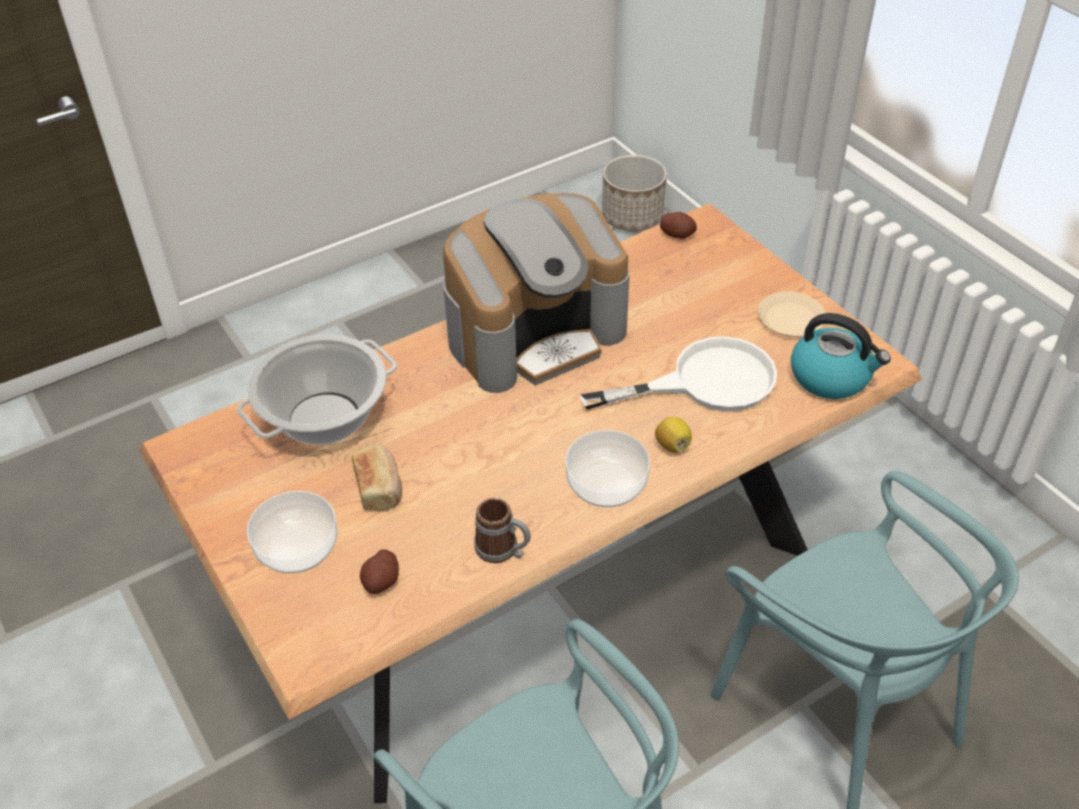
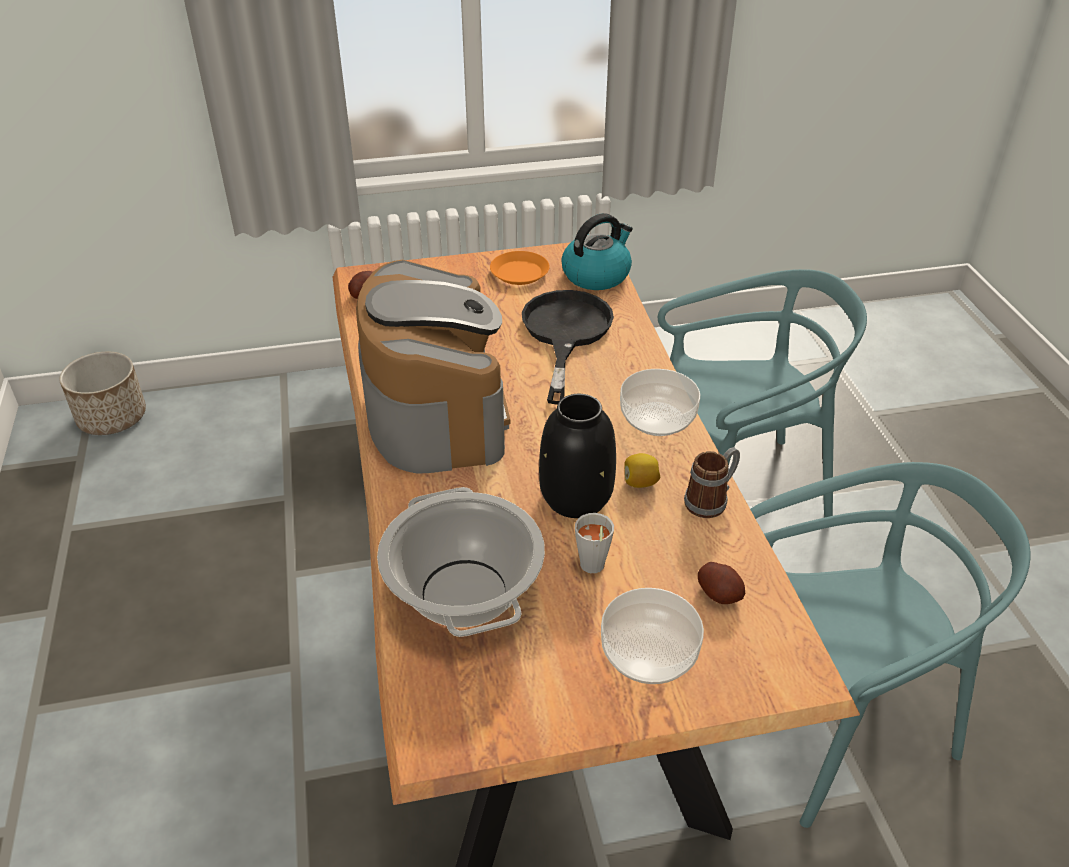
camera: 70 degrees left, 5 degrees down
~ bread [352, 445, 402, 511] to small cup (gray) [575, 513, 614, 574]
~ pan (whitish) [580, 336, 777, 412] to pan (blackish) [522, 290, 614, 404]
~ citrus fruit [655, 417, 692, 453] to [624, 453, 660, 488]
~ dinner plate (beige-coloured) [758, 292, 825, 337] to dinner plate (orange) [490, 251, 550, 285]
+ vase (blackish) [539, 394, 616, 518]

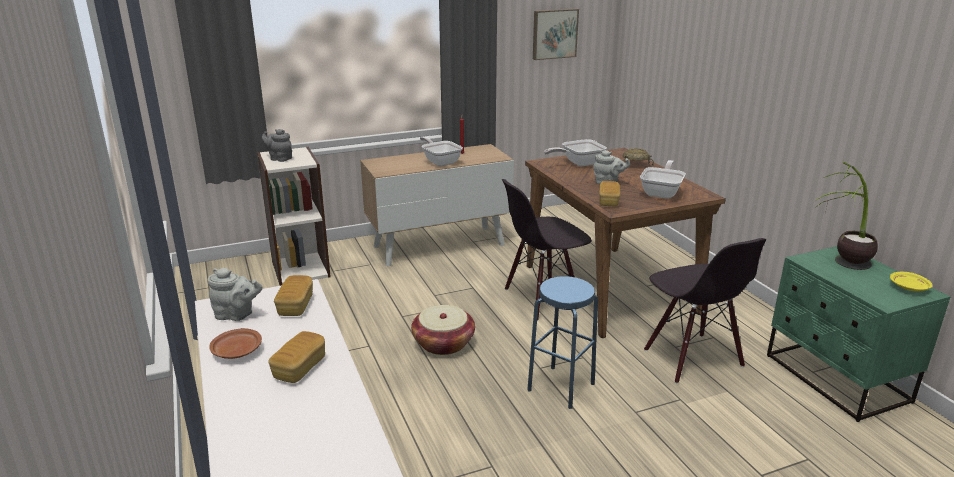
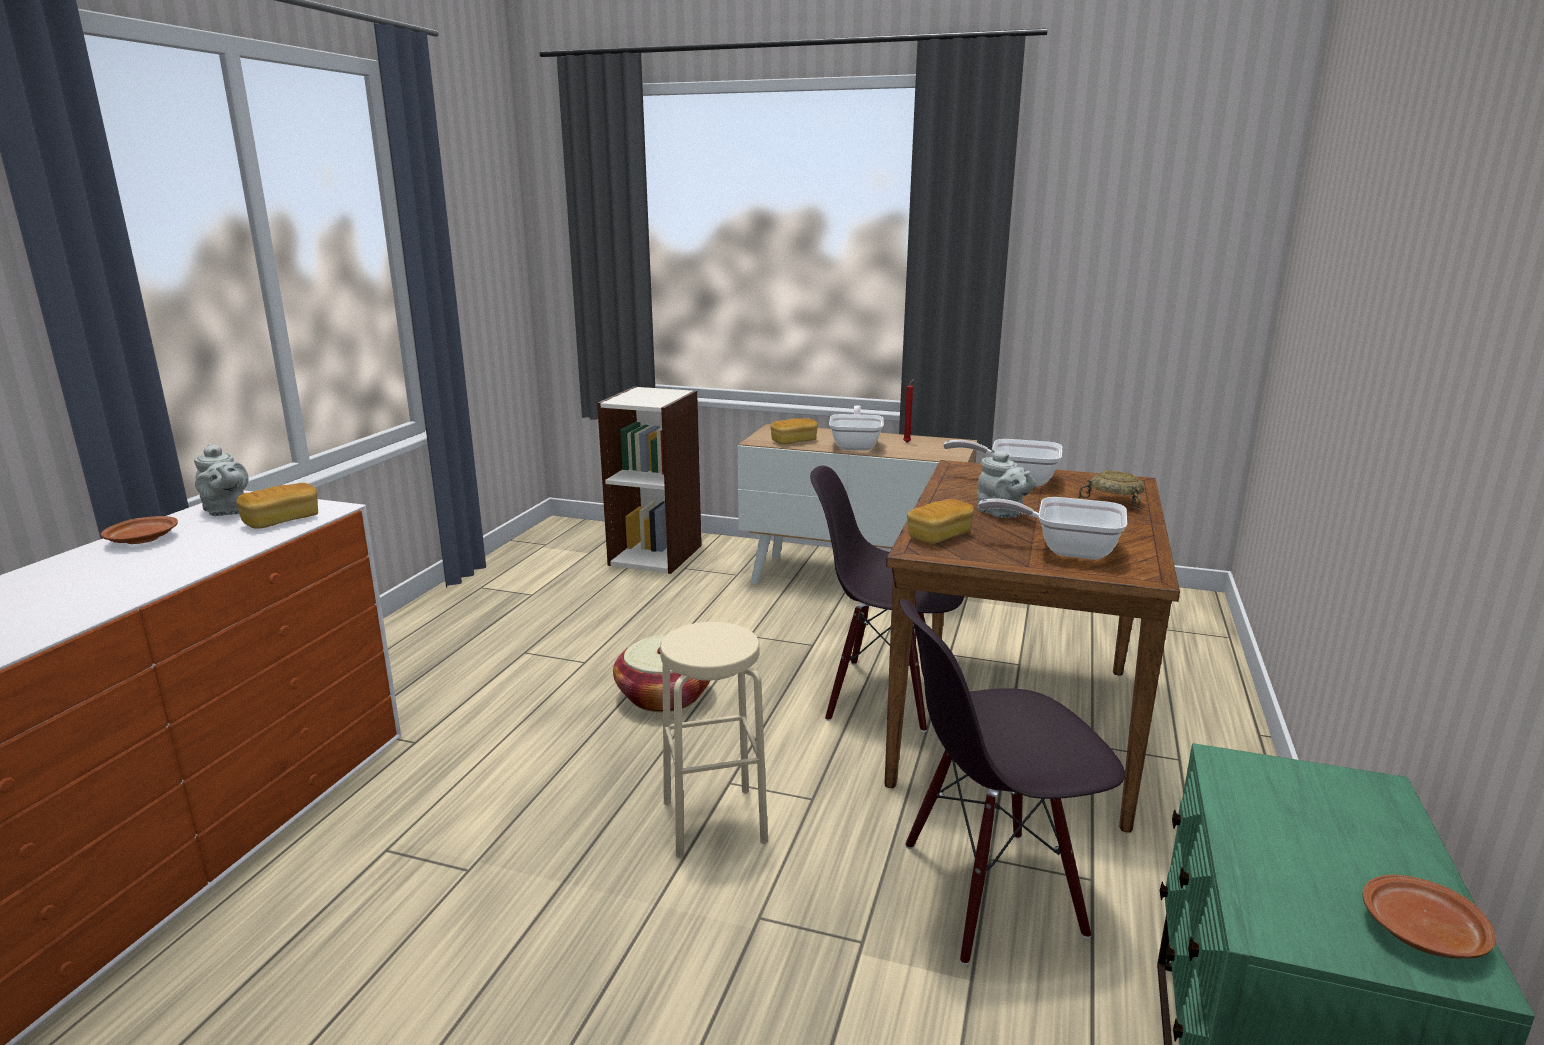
camera: 40 degrees right, 5 degrees down
- teapot (gray) [262, 129, 292, 162]
~ bread [268, 331, 325, 383] to [770, 418, 818, 444]
~ stool (blue) [527, 276, 598, 409] to stool (beige-coloured) [660, 622, 768, 859]
- picture [533, 9, 579, 60]
~ pan [640, 160, 686, 199] = [978, 497, 1127, 560] 135 degrees counterclockwise
~ plain chair (blackish) [644, 238, 766, 383] = [899, 599, 1125, 965] 60 degrees clockwise
- plant in a pot [815, 162, 878, 270]
~ dinner plate (yellowish) [890, 272, 933, 291] to dinner plate (brownish) [1362, 875, 1496, 959]

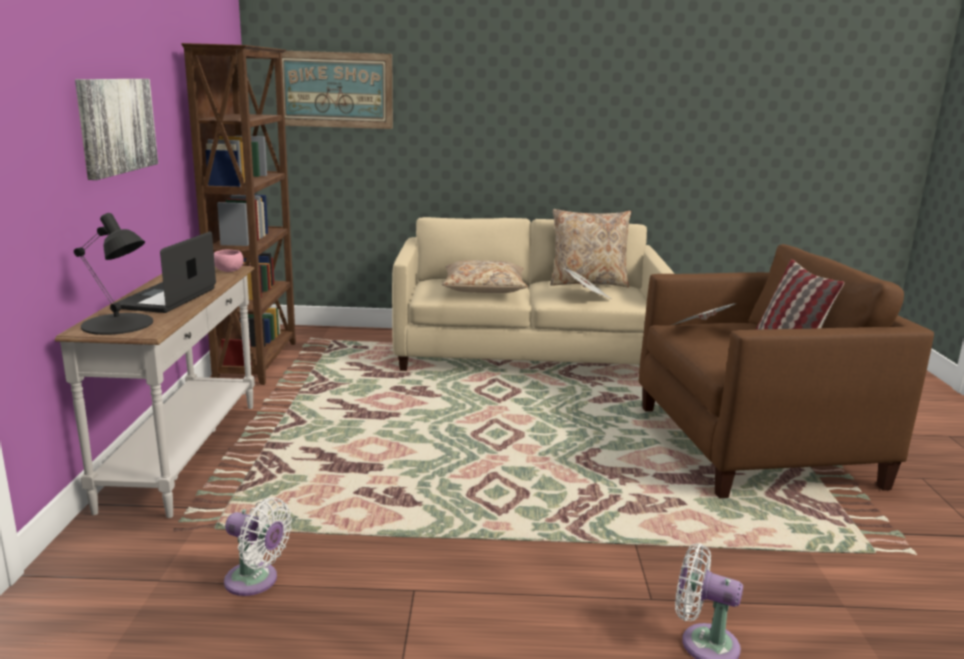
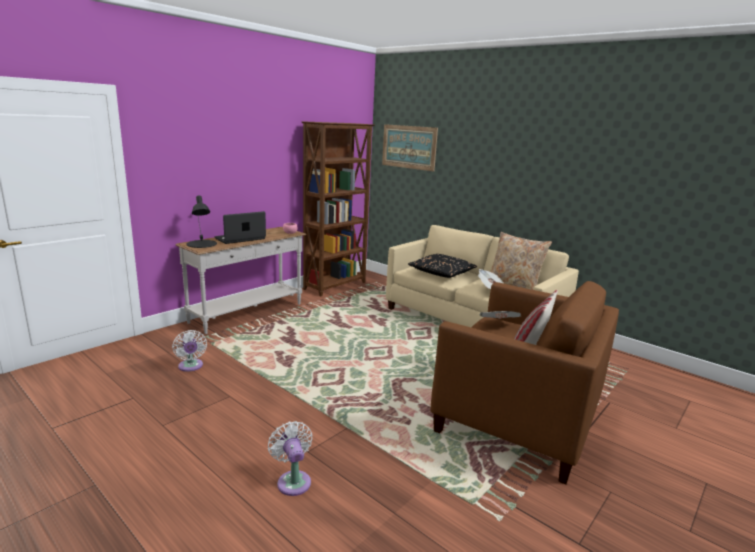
camera: 40 degrees right, 0 degrees up
- picture [75, 79, 158, 180]
~ pillow (beige-coloured) [442, 260, 528, 293] to pillow (blackish) [408, 254, 477, 278]

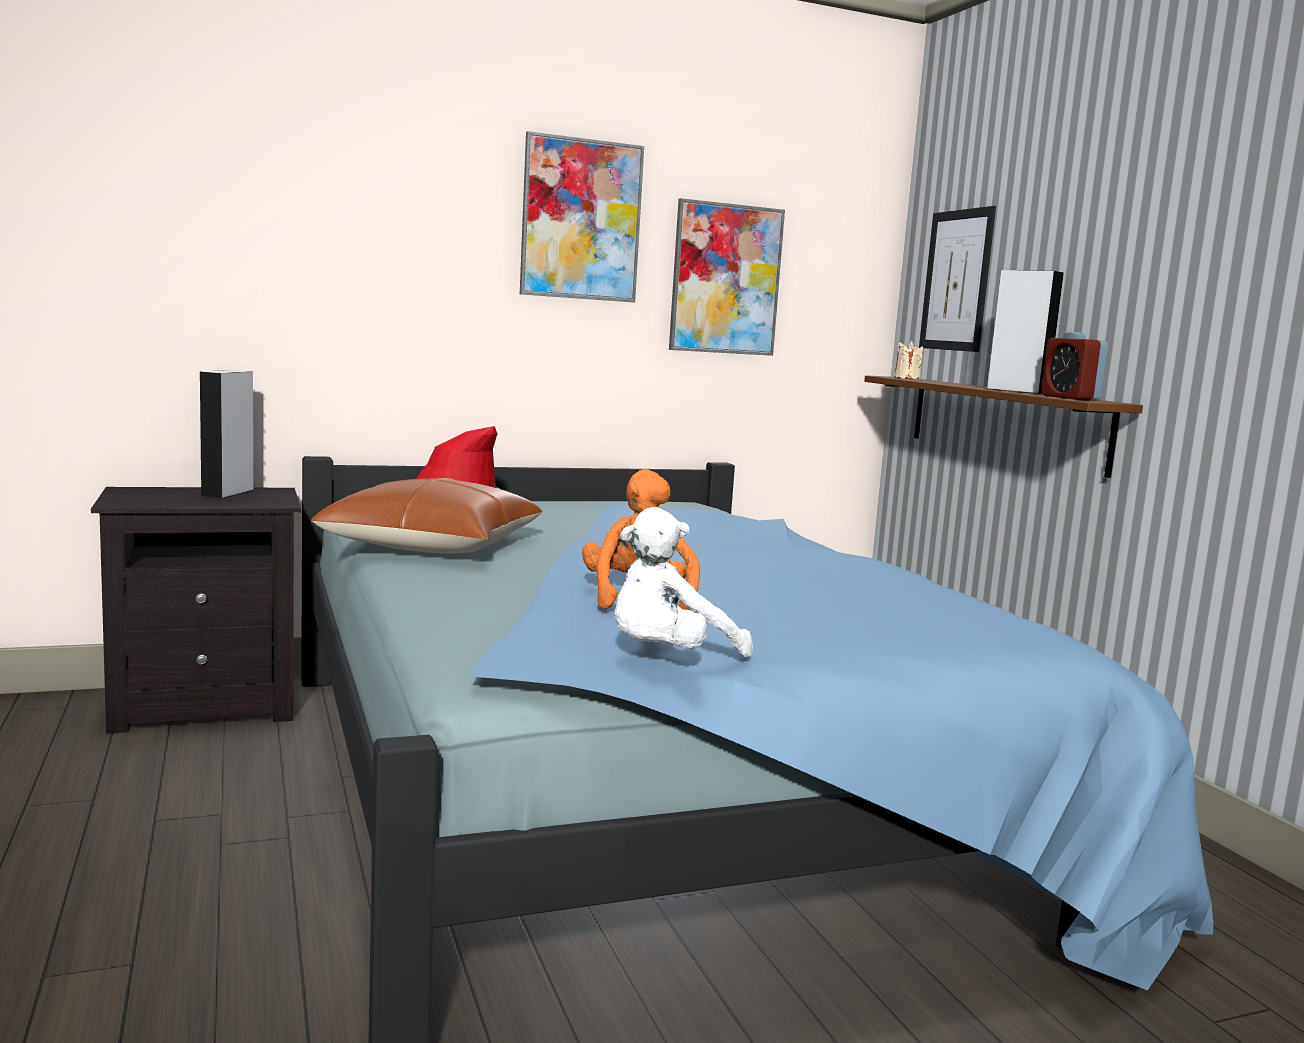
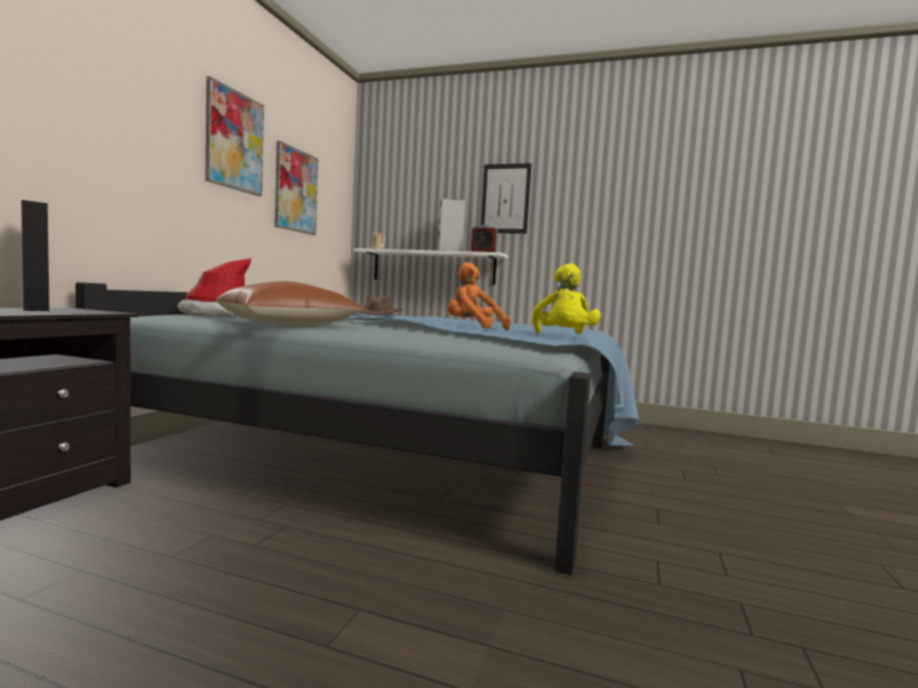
camera: 50 degrees left, 5 degrees down
~ soft toy (whitish) [615, 507, 753, 657] to soft toy (yellowish) [532, 263, 601, 334]
~ shelf (brownish) [864, 375, 1143, 478] to shelf (whitish) [354, 248, 508, 285]
~ picture [919, 206, 996, 352] to [481, 163, 532, 234]
+ clothing hat (brownish) [361, 295, 403, 315]

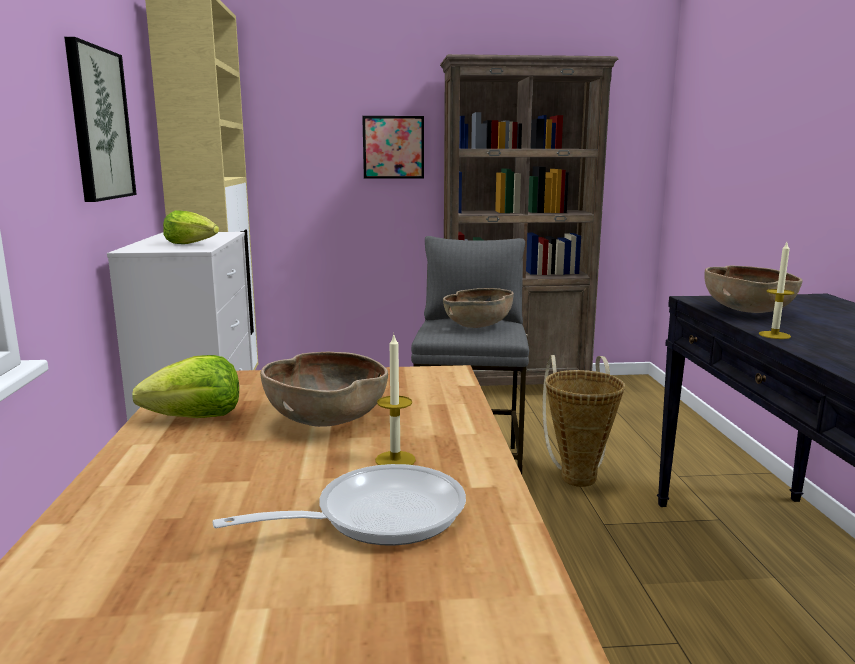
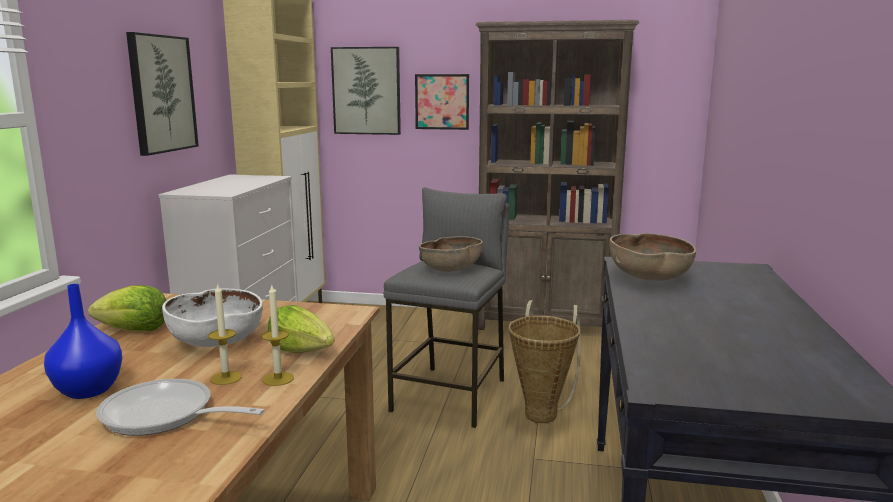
camera: 15 degrees right, 0 degrees up
~ lettuce head [163, 210, 219, 244] to [268, 305, 334, 353]
~ pan [212, 464, 466, 546] = [96, 379, 264, 436] 150 degrees counterclockwise
~ deep dish (brownish) [260, 352, 388, 427] to deep dish (whitish) [162, 289, 263, 347]
~ wax light [759, 242, 794, 339] to [262, 285, 294, 386]
+ vase (blue) [44, 284, 122, 399]
+ picture [331, 47, 401, 135]

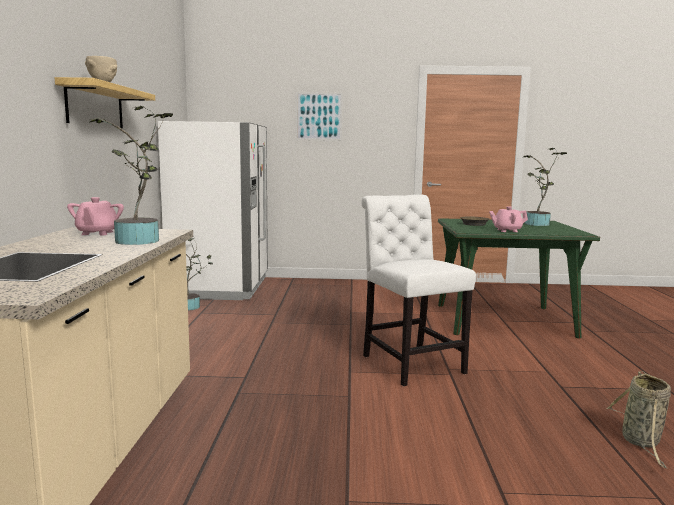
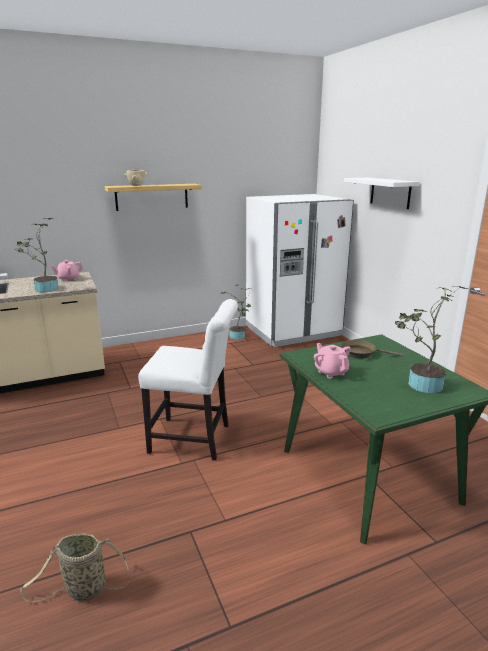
camera: 65 degrees right, 10 degrees up
~ picture [296, 92, 343, 141] to shelf (whitish) [344, 177, 420, 209]
~ plain chair (whitish) [361, 195, 476, 386] = [138, 299, 238, 460] 60 degrees clockwise

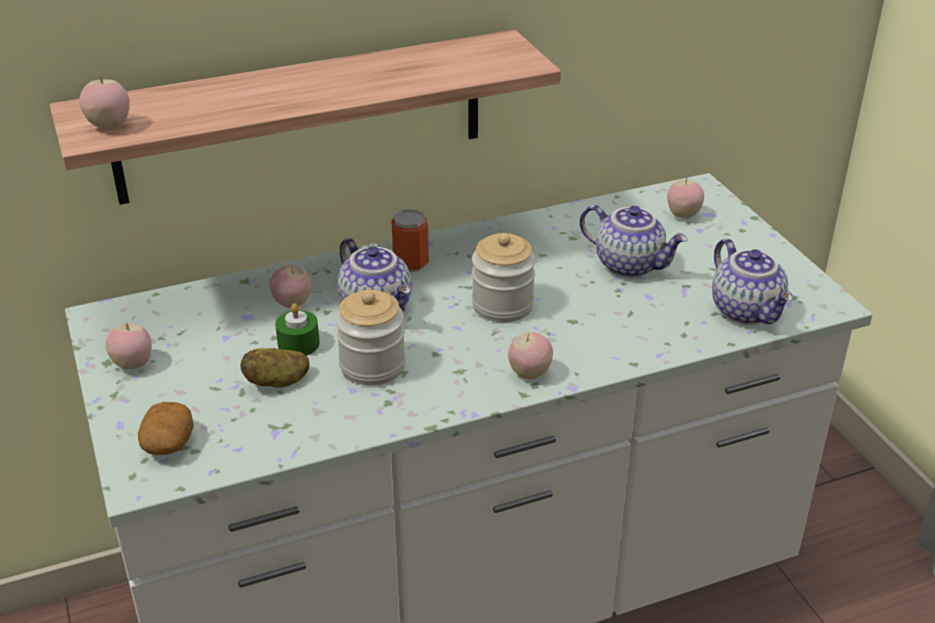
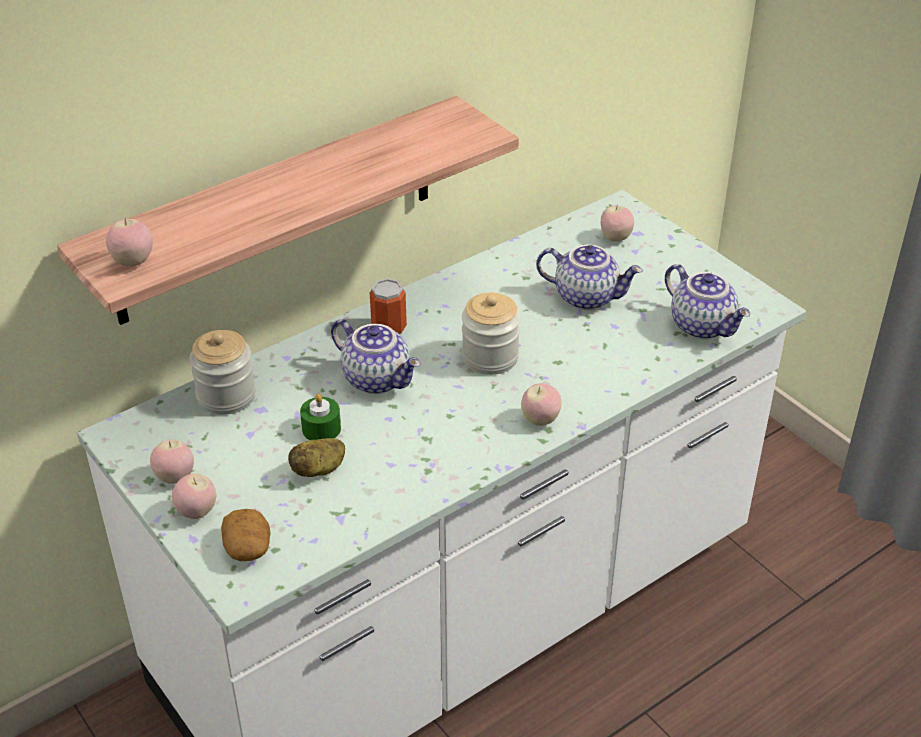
camera: 15 degrees left, 5 degrees up
~ whole apple [270, 265, 312, 308] to [172, 474, 216, 519]
~ jar [335, 290, 406, 385] to [190, 330, 256, 415]

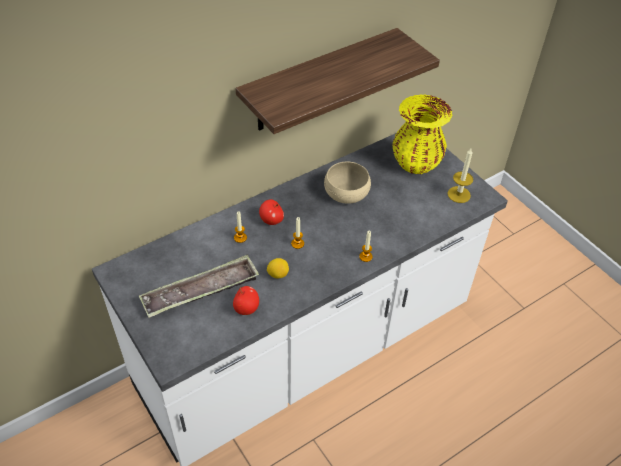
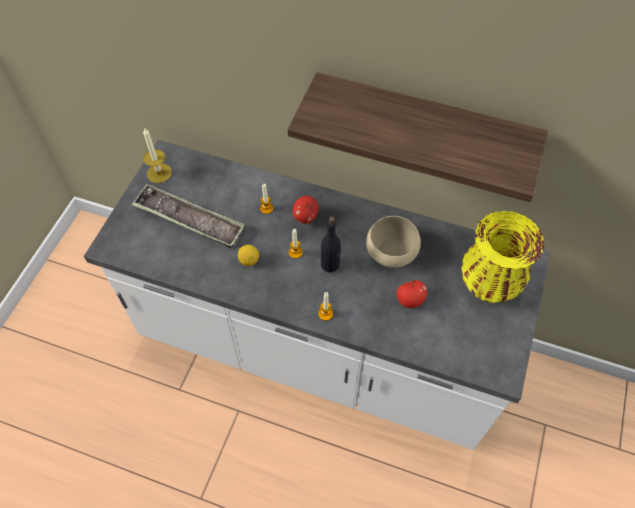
camera: 55 degrees right, 10 degrees up
~ whole apple [233, 286, 259, 315] to [397, 279, 427, 308]
~ wax light [447, 149, 473, 203] to [143, 127, 172, 183]
+ drink bottle (blackish) [321, 216, 341, 272]

